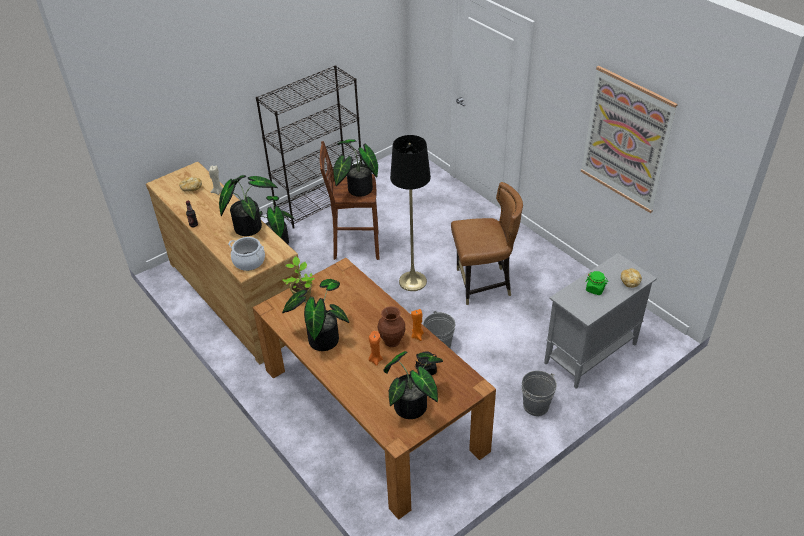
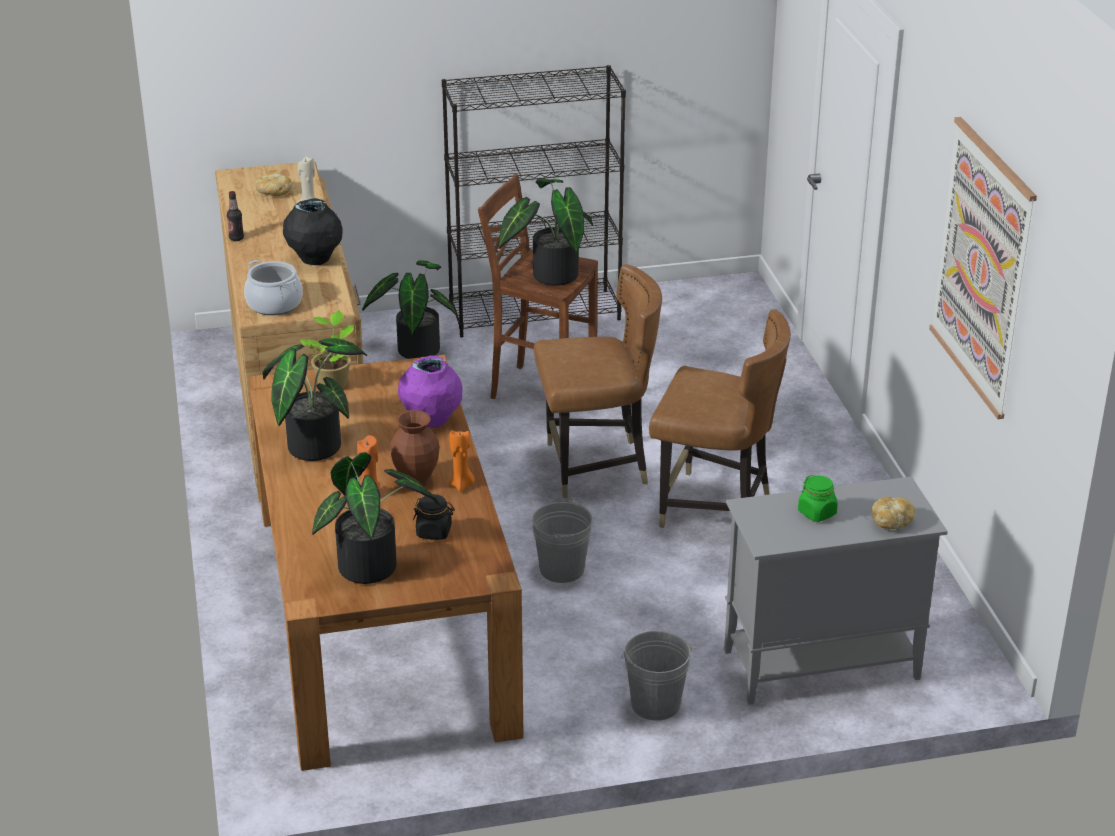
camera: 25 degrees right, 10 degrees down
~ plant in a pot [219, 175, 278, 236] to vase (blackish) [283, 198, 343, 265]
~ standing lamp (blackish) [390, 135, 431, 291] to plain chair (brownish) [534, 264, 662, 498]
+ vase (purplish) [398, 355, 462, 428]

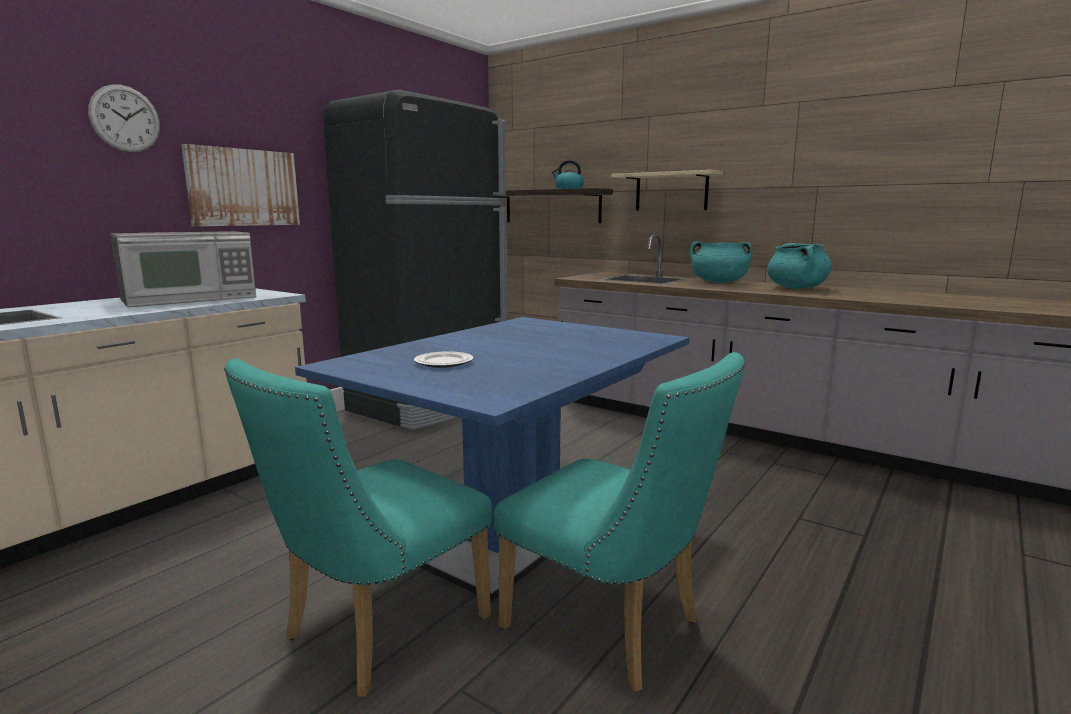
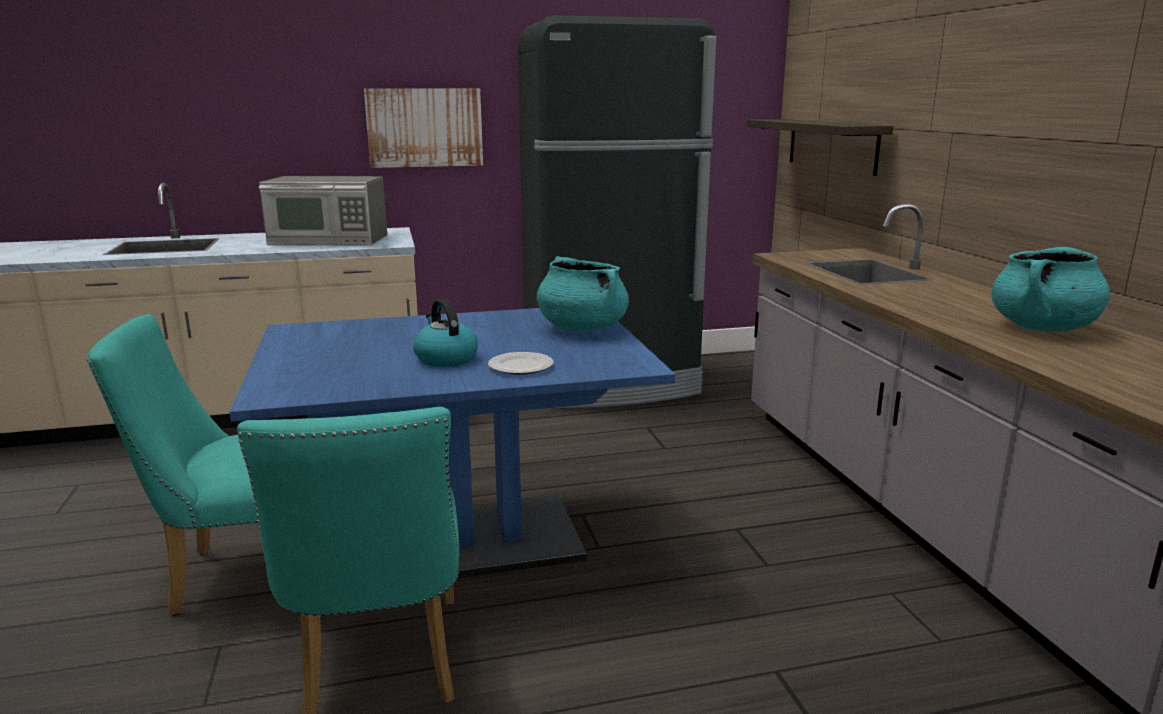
camera: 40 degrees right, 5 degrees up
- wall clock [88, 84, 160, 153]
~ dinner plate [414, 351, 473, 368] to [488, 352, 554, 375]
~ kettle [551, 160, 584, 189] to [413, 299, 478, 367]
- shelf (beige-coloured) [611, 170, 723, 211]
~ stockpot (turquoise) [690, 241, 752, 283] to [537, 256, 629, 332]

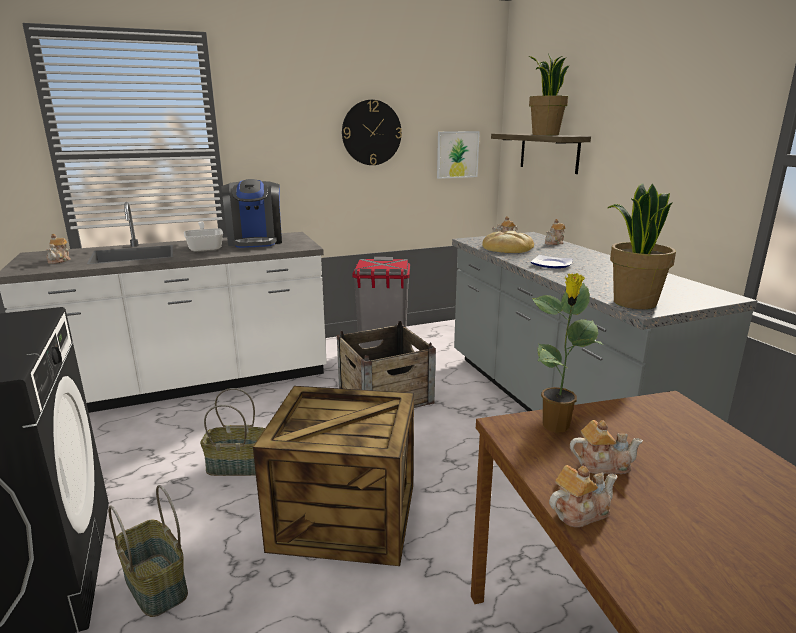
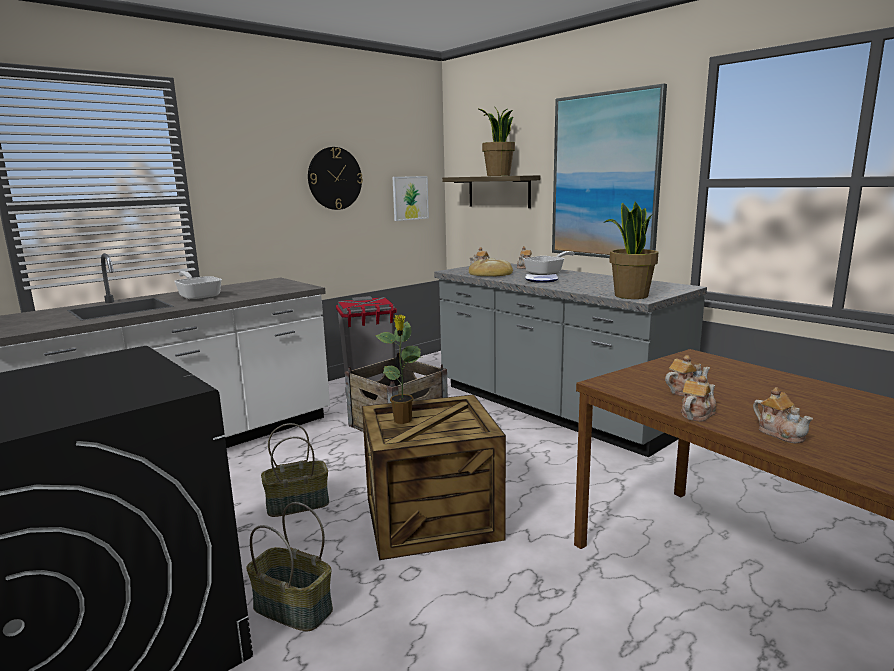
camera: 20 degrees left, 5 degrees down
~ teapot [46, 234, 71, 264] to [753, 387, 813, 443]
- coffee maker [221, 179, 282, 248]
~ plant in a pot [532, 273, 603, 433] to [375, 315, 422, 424]
+ pan [523, 251, 574, 275]
+ picture [552, 83, 667, 258]

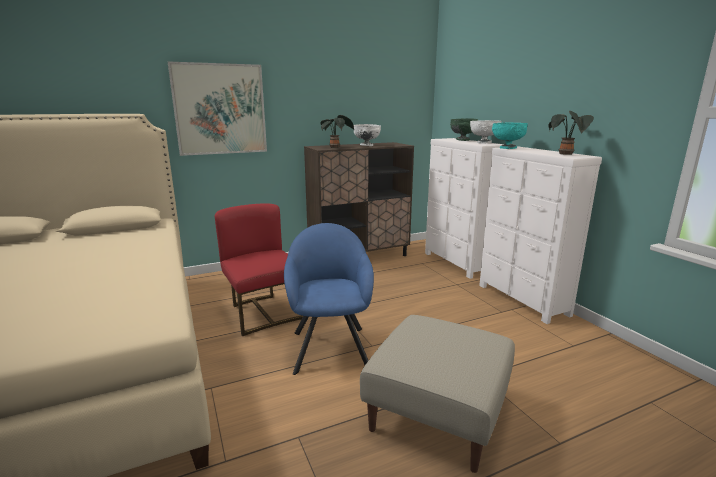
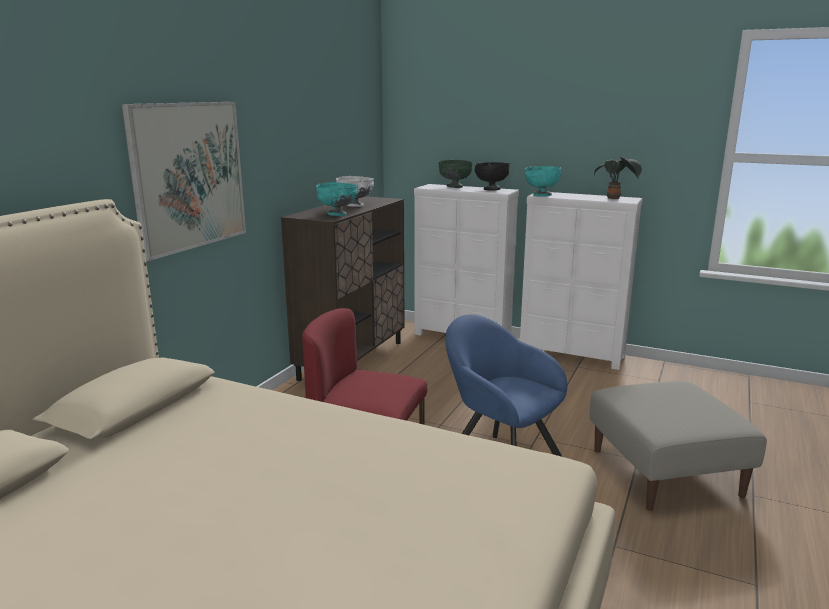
camera: 40 degrees left, 0 degrees up
~ plant in a pot [320, 115, 355, 148] to deep dish (turquoise) [316, 182, 357, 216]
~ deep dish (whitish) [470, 120, 502, 143] to deep dish (blackish) [475, 162, 510, 190]

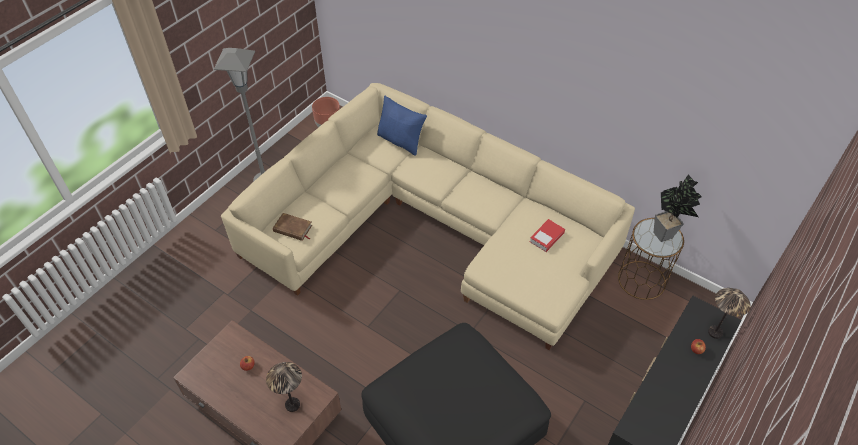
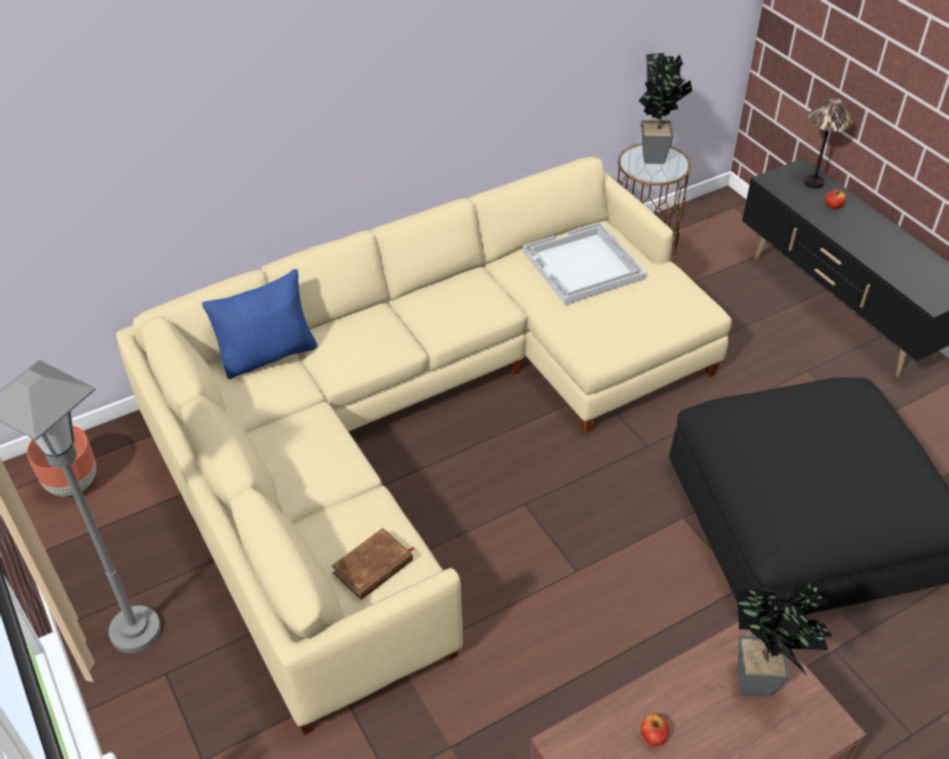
camera: 65 degrees left, 5 degrees down
~ table lamp [266, 362, 302, 412] to plant in a pot [736, 577, 832, 697]
~ bound book [530, 219, 565, 252] to serving tray (whitish) [523, 222, 646, 305]

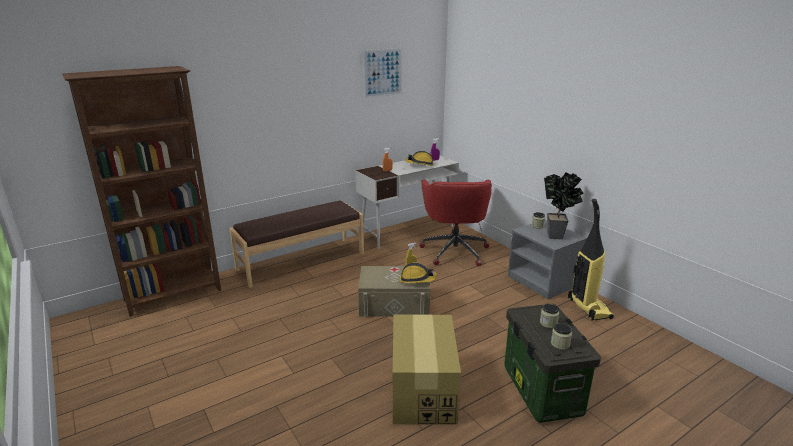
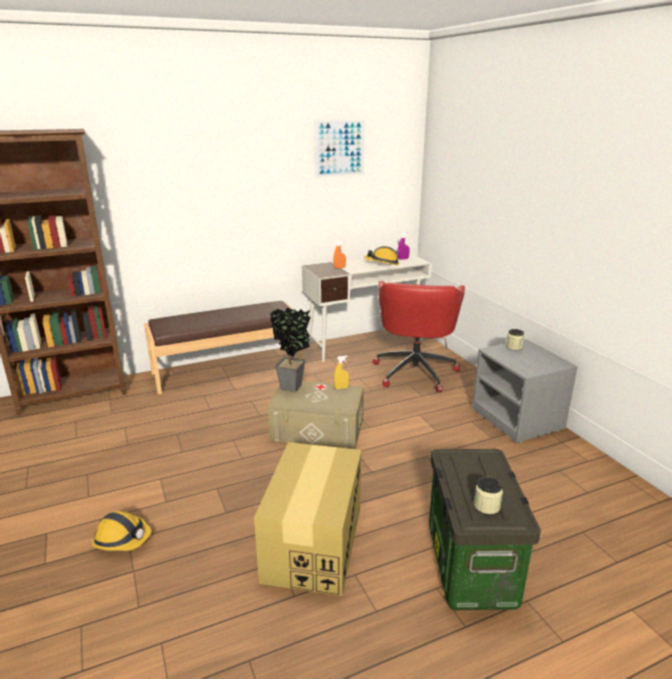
camera: 10 degrees right, 0 degrees up
~ work helmet [399, 262, 437, 283] to [92, 511, 152, 551]
- jar [540, 304, 559, 328]
~ plant in a pot [544, 173, 583, 239] to [270, 308, 311, 392]
- vacuum cleaner [568, 199, 614, 320]

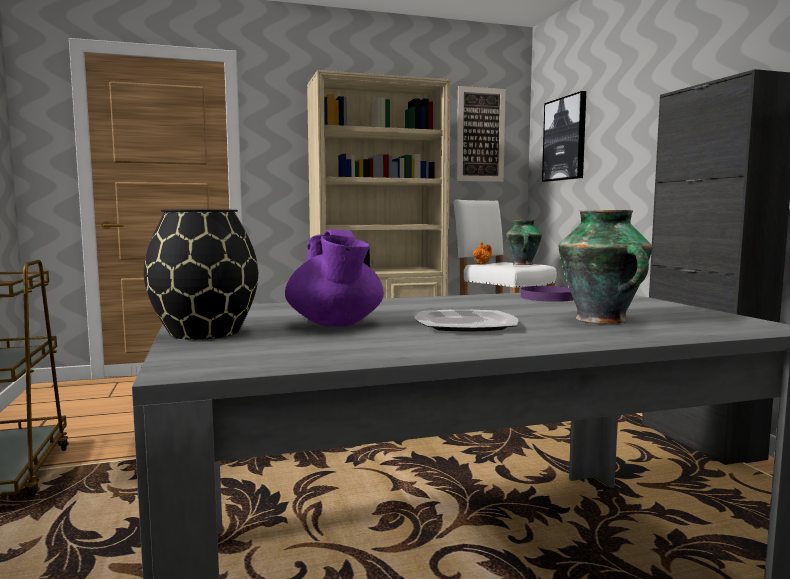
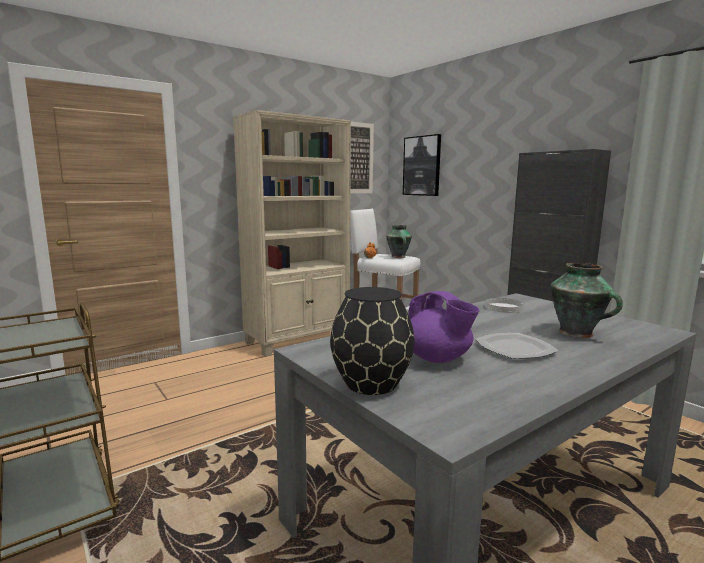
camera: 20 degrees left, 5 degrees up
~ dinner plate (purplish) [521, 286, 574, 302] to dinner plate (whitish) [485, 298, 524, 313]

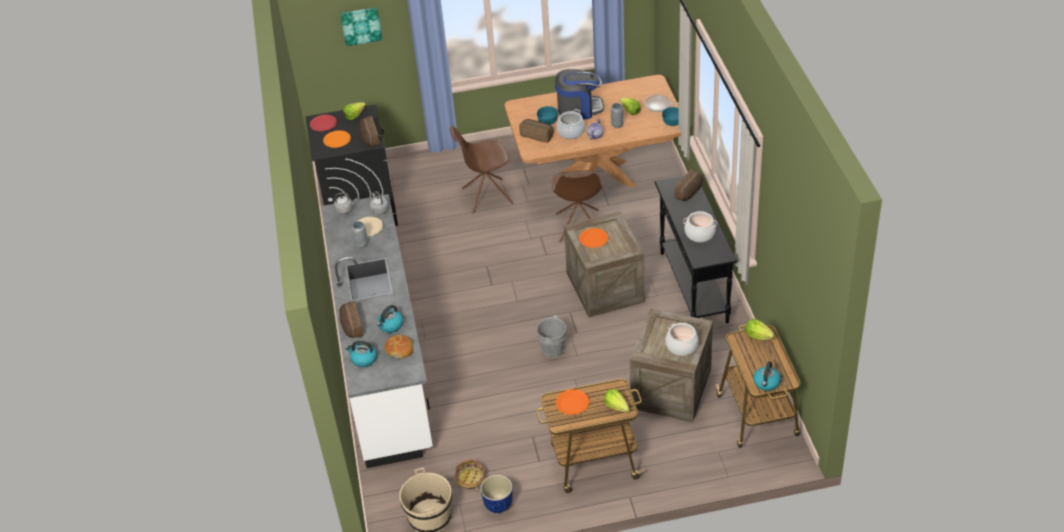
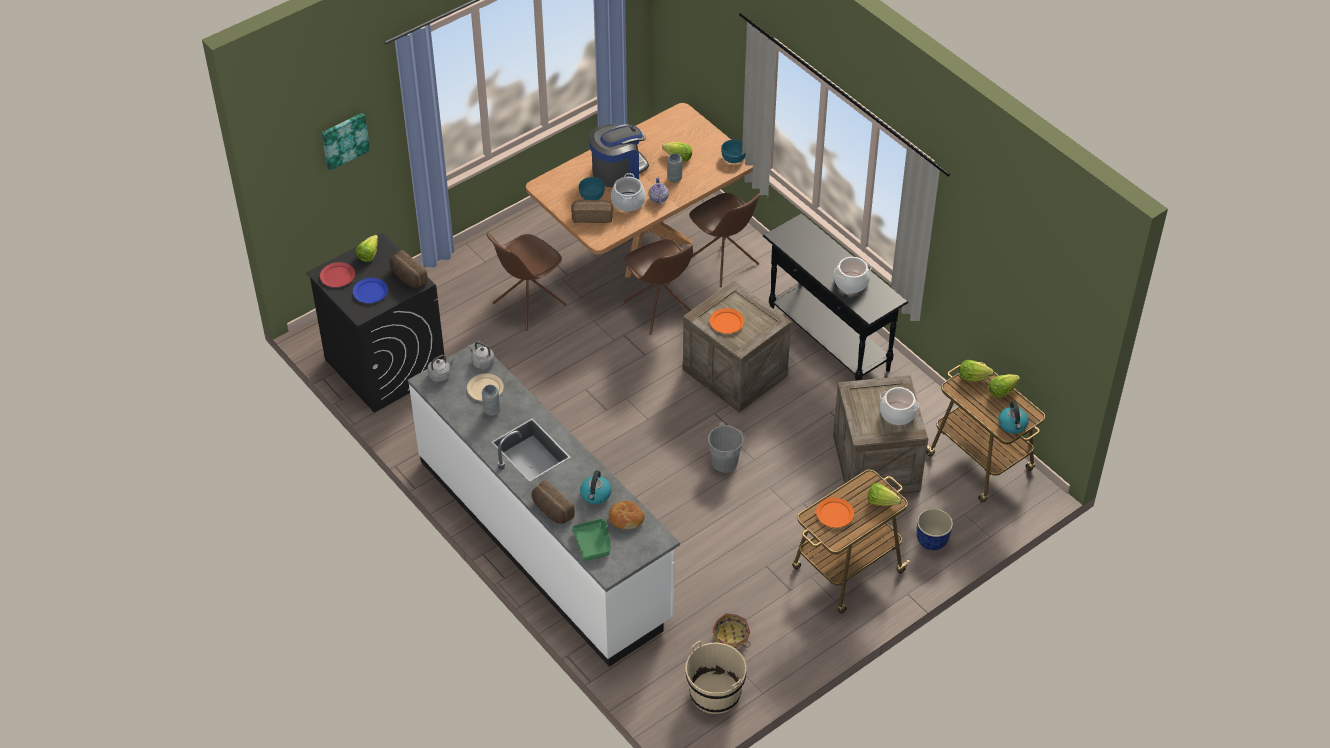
camera: 30 degrees left, 5 degrees up
~ dinner plate (orange) [323, 130, 351, 148] to dinner plate (blue) [353, 278, 388, 303]
~ kettle [345, 341, 377, 367] to serving tray (green-coloured) [572, 518, 611, 561]
~ flower pot [480, 475, 512, 513] to [917, 508, 953, 551]
- pan [645, 95, 679, 112]
- bread [674, 169, 703, 201]
+ plain chair (brownish) [689, 193, 760, 288]
+ lettuce head [989, 374, 1020, 398]

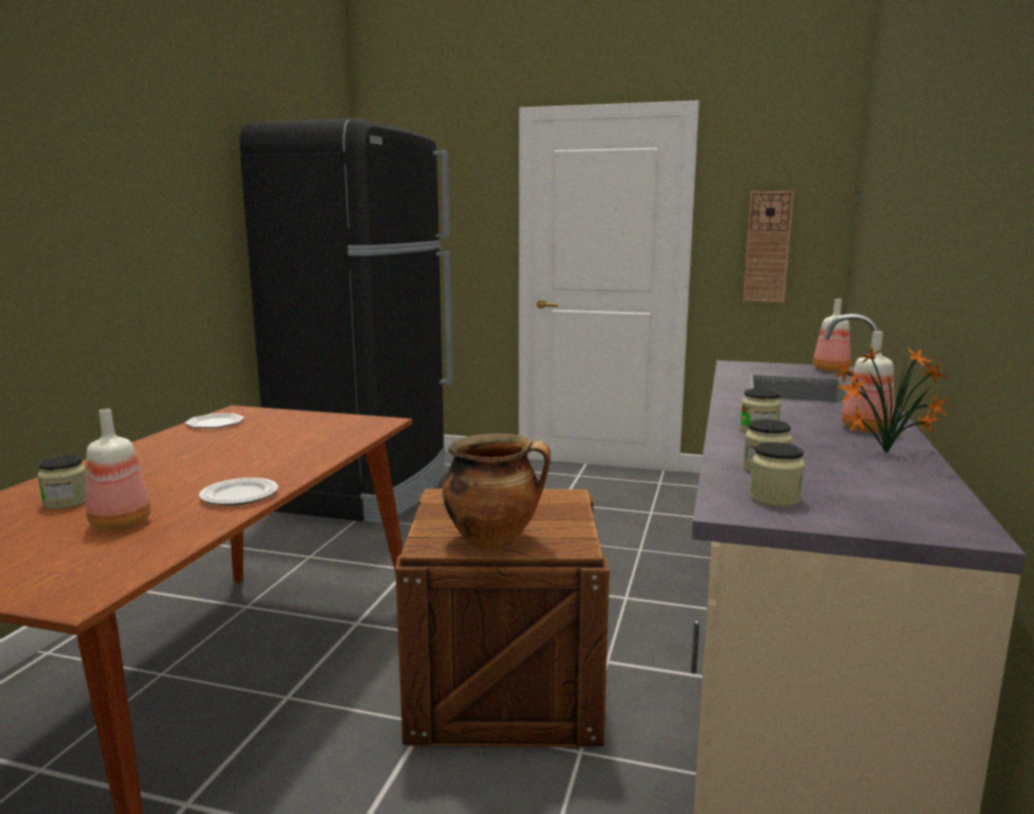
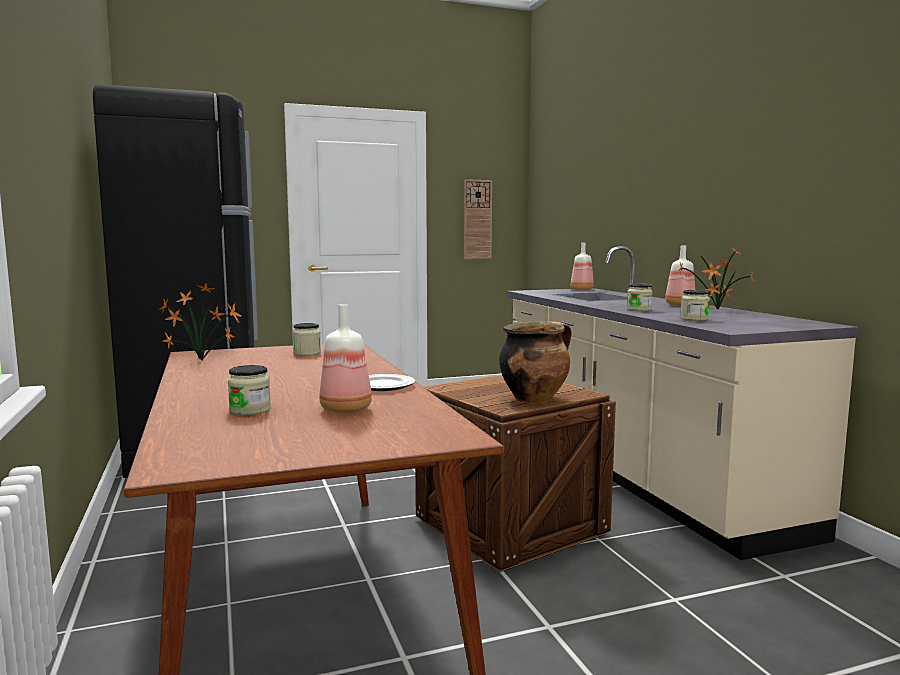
camera: 35 degrees left, 5 degrees down
~ dinner plate [185, 413, 245, 428] to plant in a pot [160, 284, 242, 361]
~ jar [749, 442, 805, 507] to [293, 323, 321, 356]

